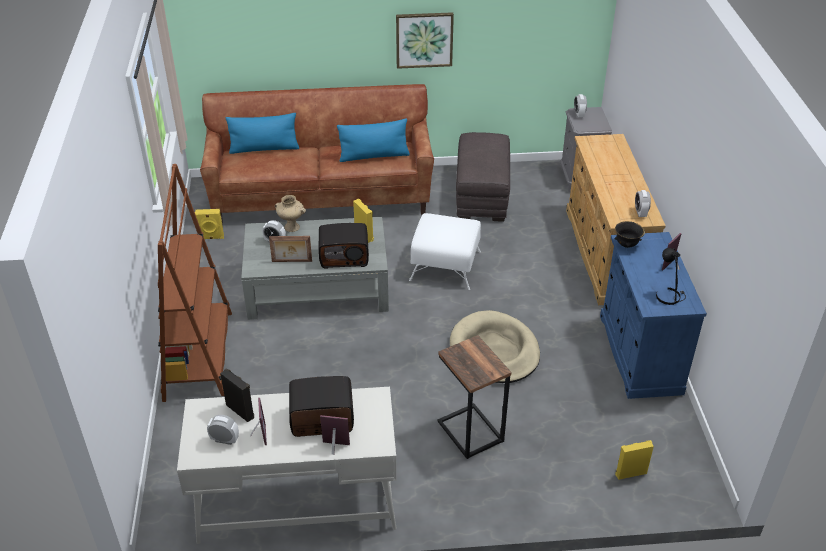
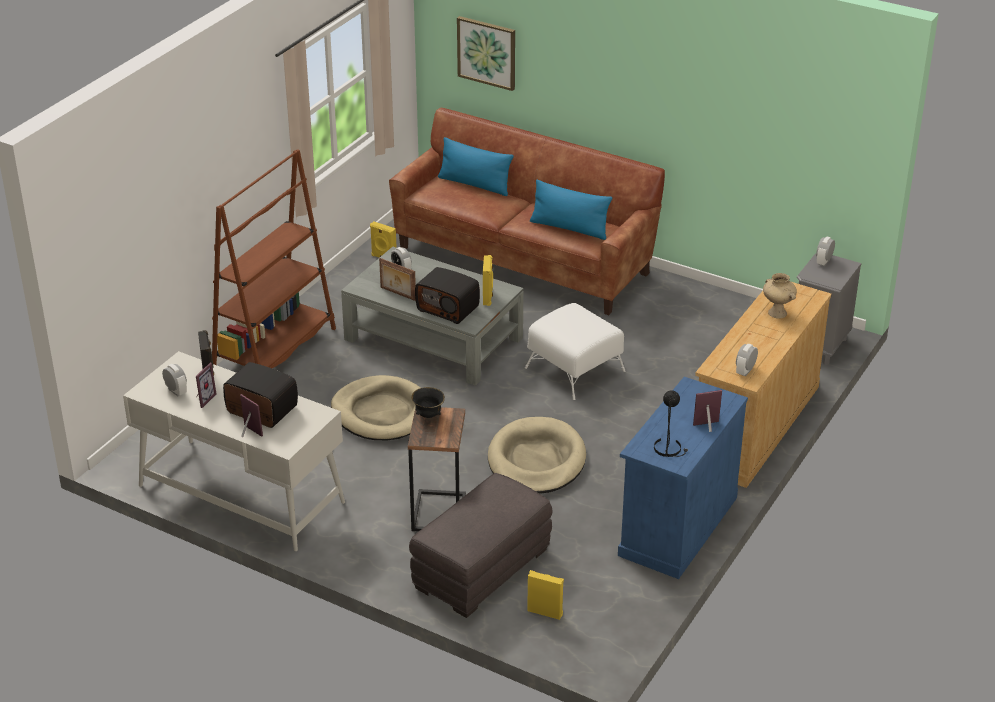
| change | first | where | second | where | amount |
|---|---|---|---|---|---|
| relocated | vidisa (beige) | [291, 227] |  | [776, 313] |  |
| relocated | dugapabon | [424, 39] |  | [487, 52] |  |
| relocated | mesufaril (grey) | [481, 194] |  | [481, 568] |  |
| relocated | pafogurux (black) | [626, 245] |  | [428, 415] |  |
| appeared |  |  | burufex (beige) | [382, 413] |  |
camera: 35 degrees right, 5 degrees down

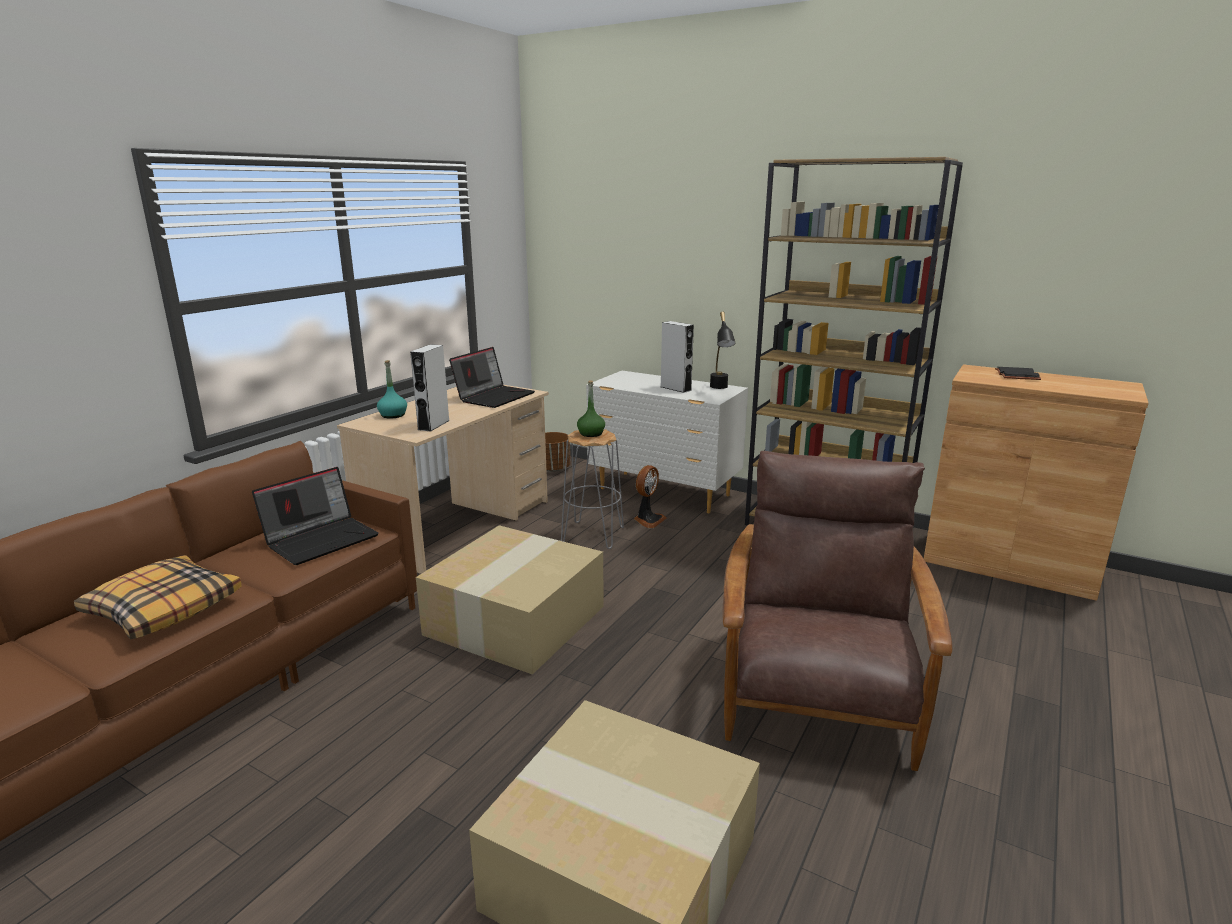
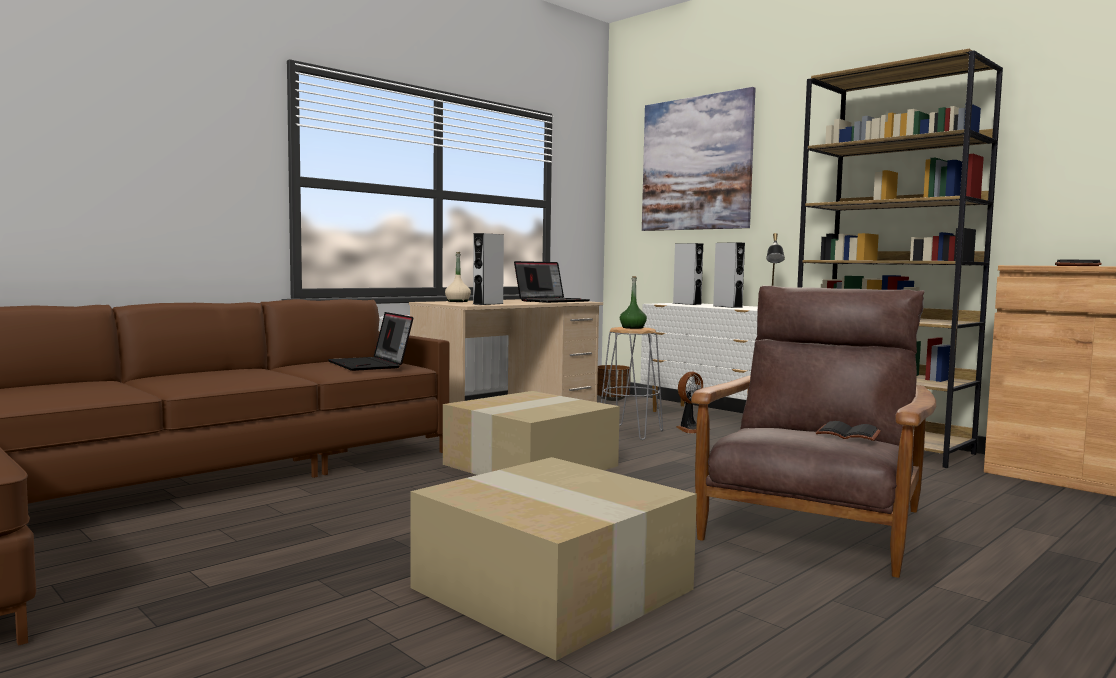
| change | first | where | second | where | amount |
|---|---|---|---|---|---|
| missing | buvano | [163, 609] |  |  |  |
| spun | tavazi | [322, 539] |  | [371, 365] | 90 degrees clockwise |
| colour | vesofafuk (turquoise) | [393, 415] | vesofafuk (beige) | [457, 301] |  |
| appeared |  |  | dugapabon | [696, 164] |  |
| appeared |  |  | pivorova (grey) | [687, 304] |  |
| appeared |  |  | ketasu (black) | [846, 434] |  |
camera: 15 degrees right, 15 degrees down

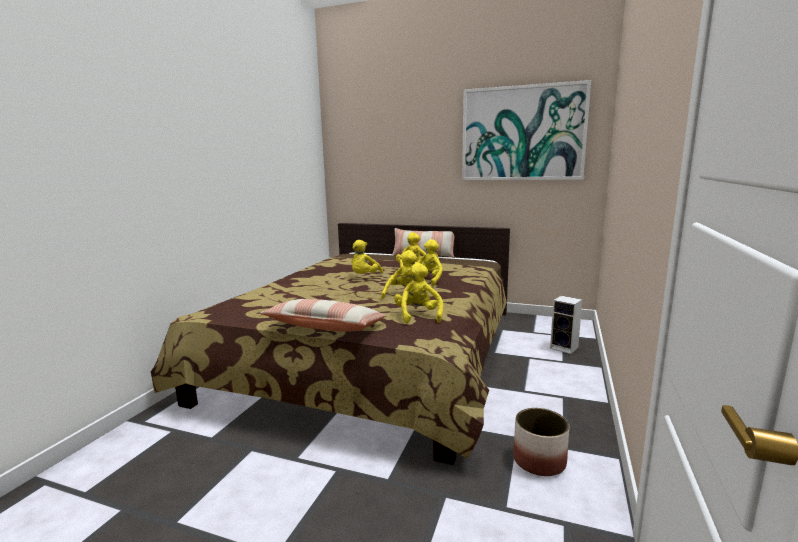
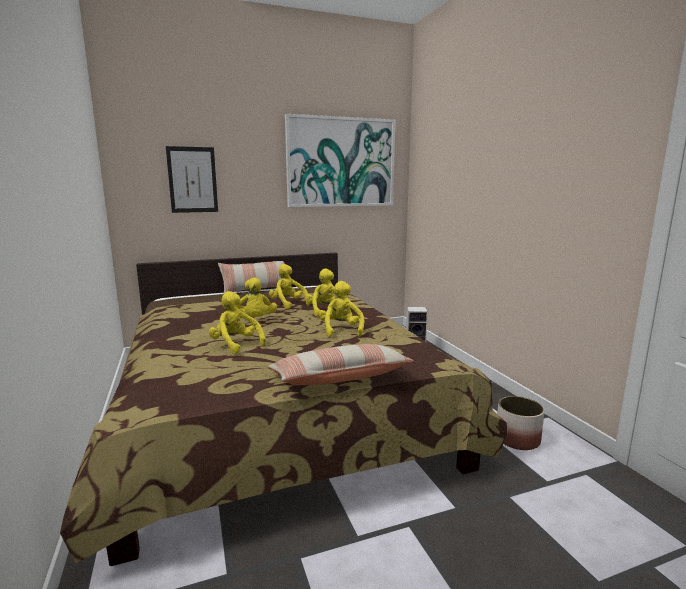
| change | first | where | second | where | amount |
|---|---|---|---|---|---|
| relocated | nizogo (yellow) | [418, 315] |  | [236, 345] |  |
| appeared |  |  | dugapabon | [192, 180] |  |
camera: 40 degrees left, 0 degrees up

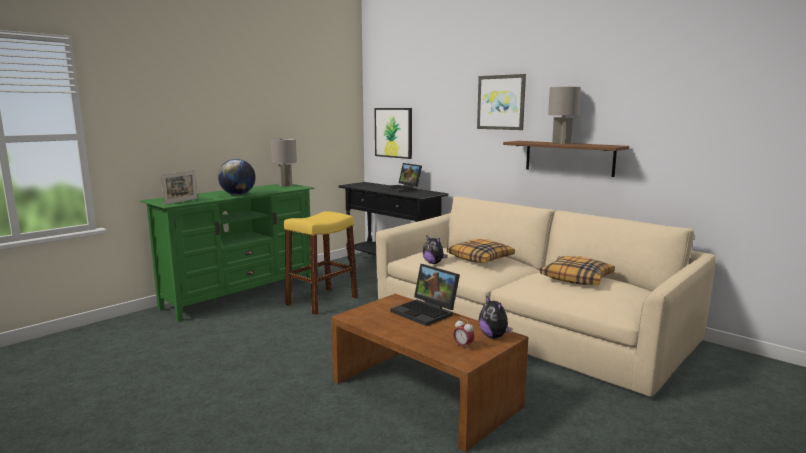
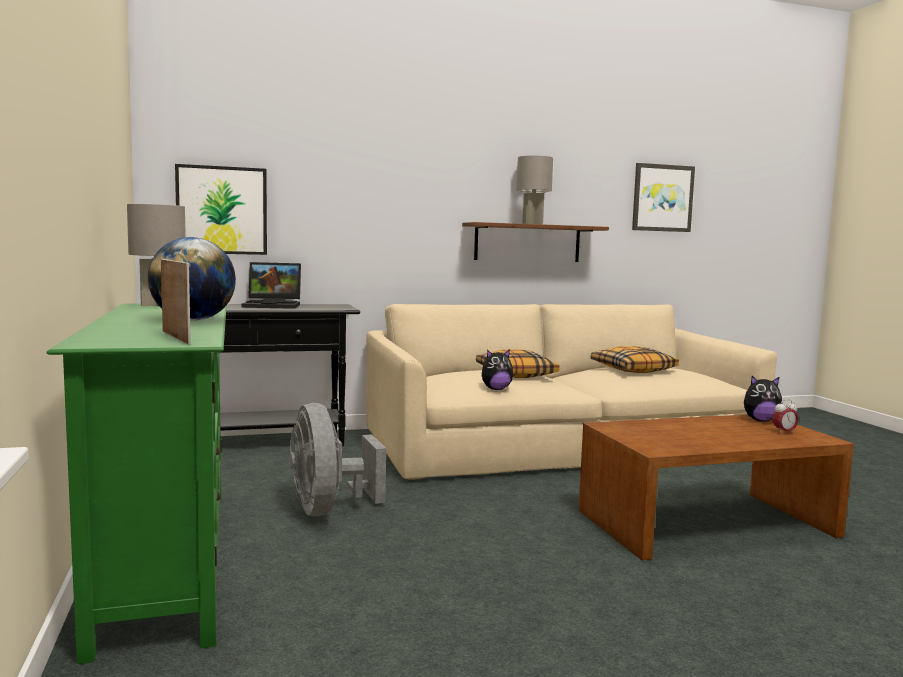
| change | first | where | second | where | amount |
|---|---|---|---|---|---|
| exchanged | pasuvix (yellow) | [322, 301] | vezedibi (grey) | [328, 509] |  |
| missing | tavazi | [426, 312] |  |  |  |
| relocated | dugapabon | [501, 102] |  | [662, 198] |  |
camera: 60 degrees left, 5 degrees down

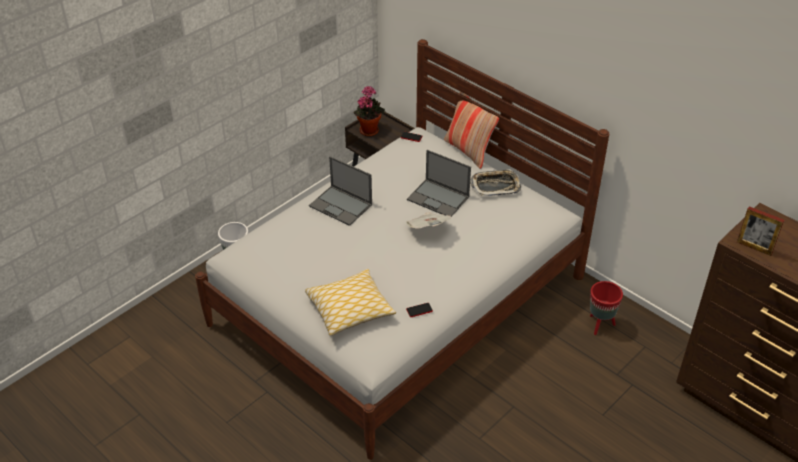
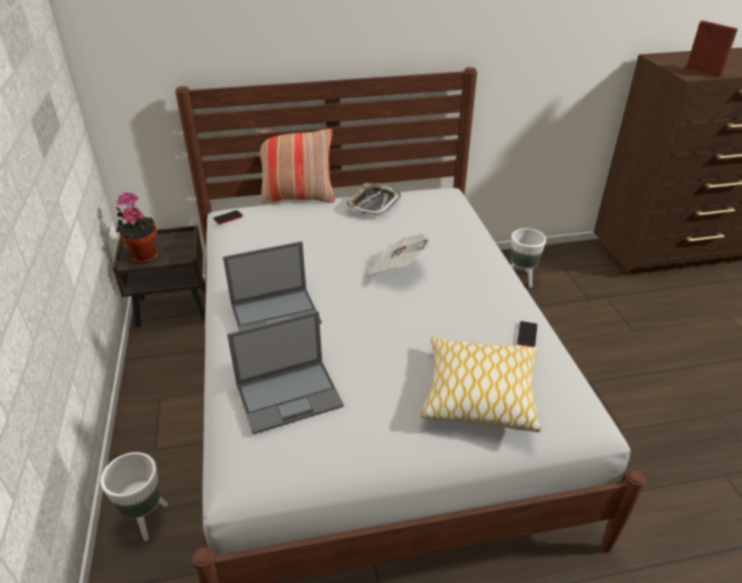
| change | first | where | second | where | amount |
|---|---|---|---|---|---|
| relocated | tavazi | [439, 198] |  | [290, 395] |  |
| colour | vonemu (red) | [600, 325] | vonemu (white) | [521, 279] |  |
| spun | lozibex | [754, 247] |  | [703, 72] | 105 degrees counterclockwise |
camera: 55 degrees left, 5 degrees down

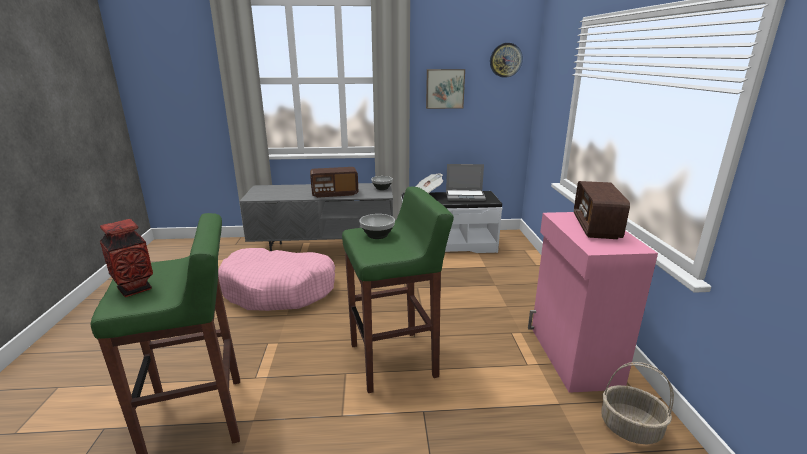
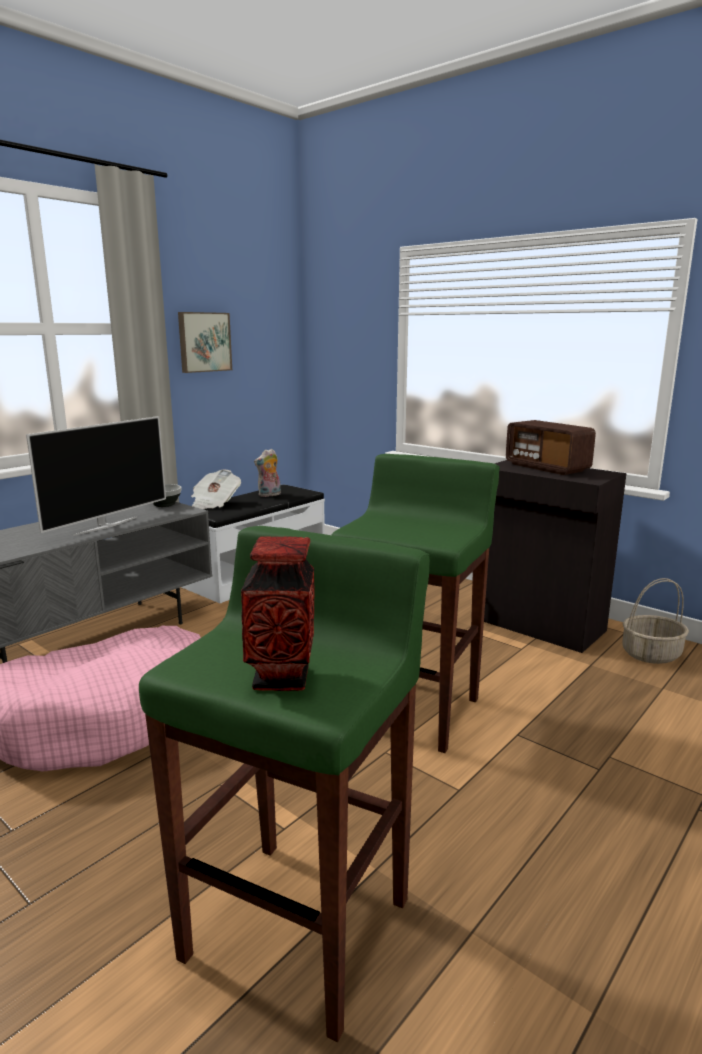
| change | first | where | second | where | amount |
|---|---|---|---|---|---|
| exchanged | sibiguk | [335, 193] | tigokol | [105, 526] |  |
| missing | pafogurux | [378, 235] |  |  |  |
| exchanged | tavazi | [465, 196] | nizogo | [269, 495] |  |
| missing | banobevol | [505, 60] |  |  |  |
| colour | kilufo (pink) | [572, 356] | kilufo (black) | [538, 625] |  |
camera: 45 degrees left, 5 degrees down

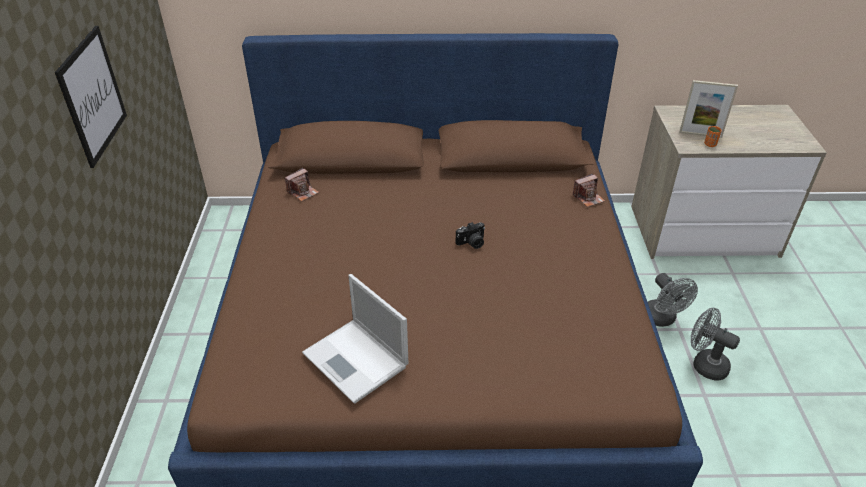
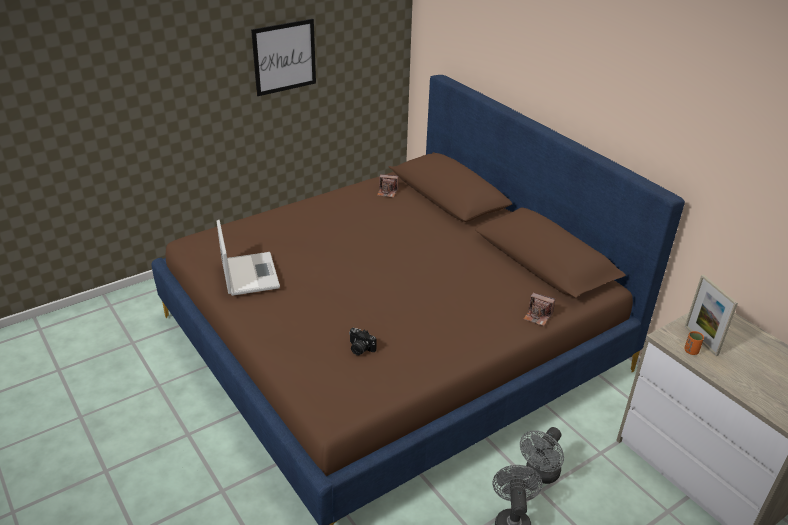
| change | first | where | second | where | amount |
|---|---|---|---|---|---|
| spun | tavazi | [357, 361] |  | [249, 273] | 150 degrees clockwise |
| relocated | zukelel | [471, 243] |  | [360, 349] |  |
camera: 55 degrees right, 5 degrees down

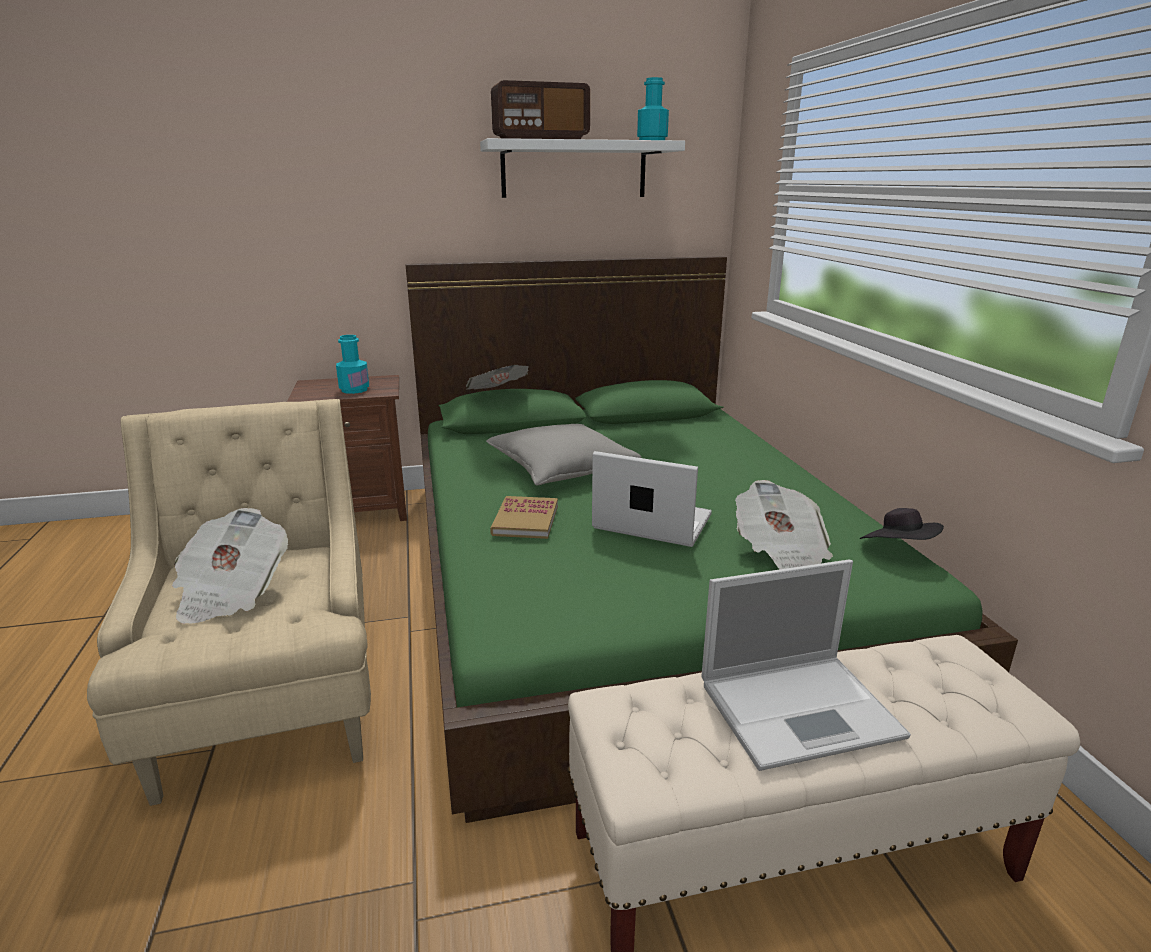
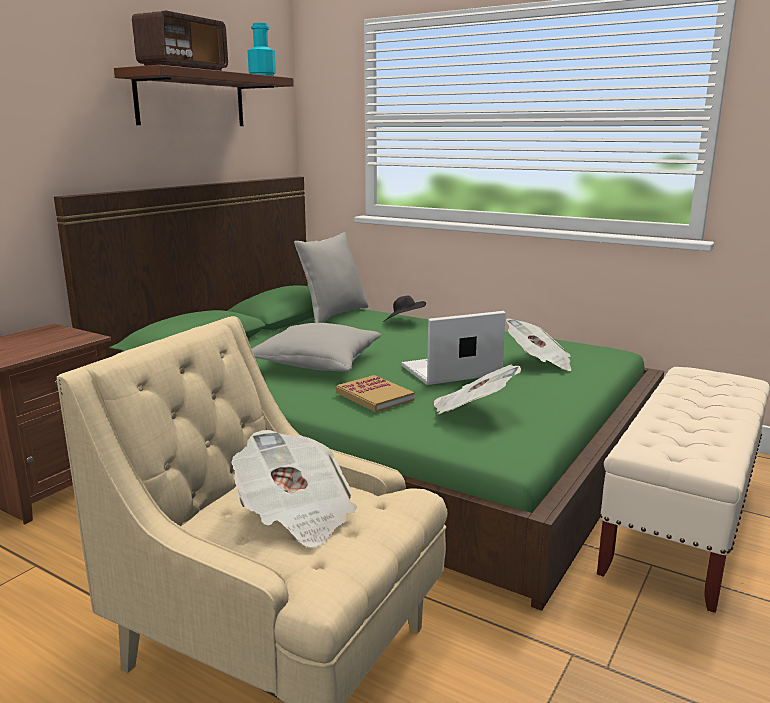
| change | first | where | second | where | amount |
|---|---|---|---|---|---|
| missing | vesofafuk (turquoise) | [354, 390] |  |  |  |
| relocated | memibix | [497, 395] |  | [472, 411] |  |
| colour | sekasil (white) | [574, 170] | sekasil (brown) | [191, 100] |  |
| missing | tavazi | [802, 708] |  |  |  |
| relocated | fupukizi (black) | [898, 550] |  | [404, 322] |  |
| appeared |  |  | buvano (grey) | [333, 314] |  |
camera: 45 degrees left, 5 degrees down

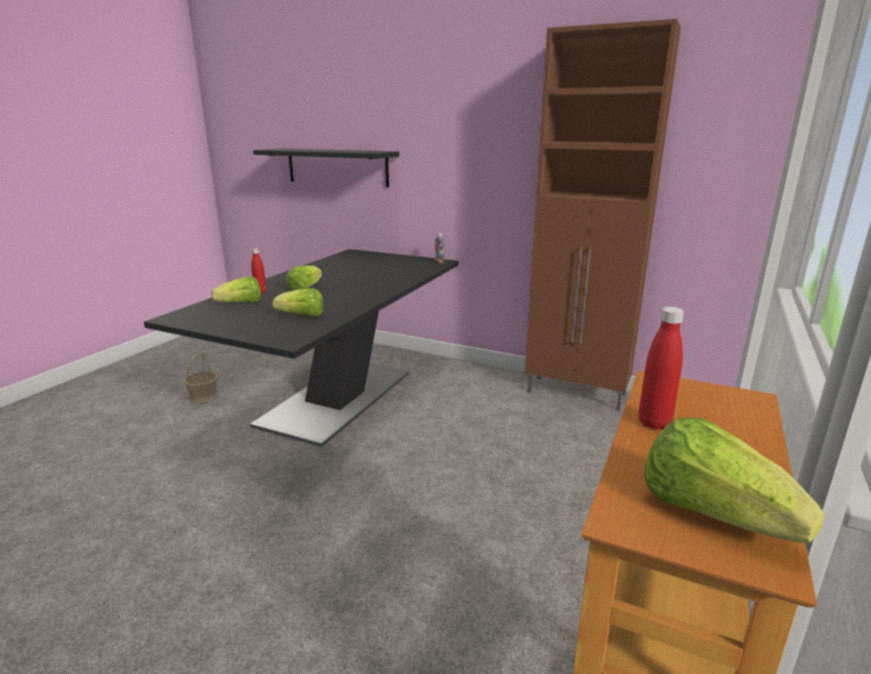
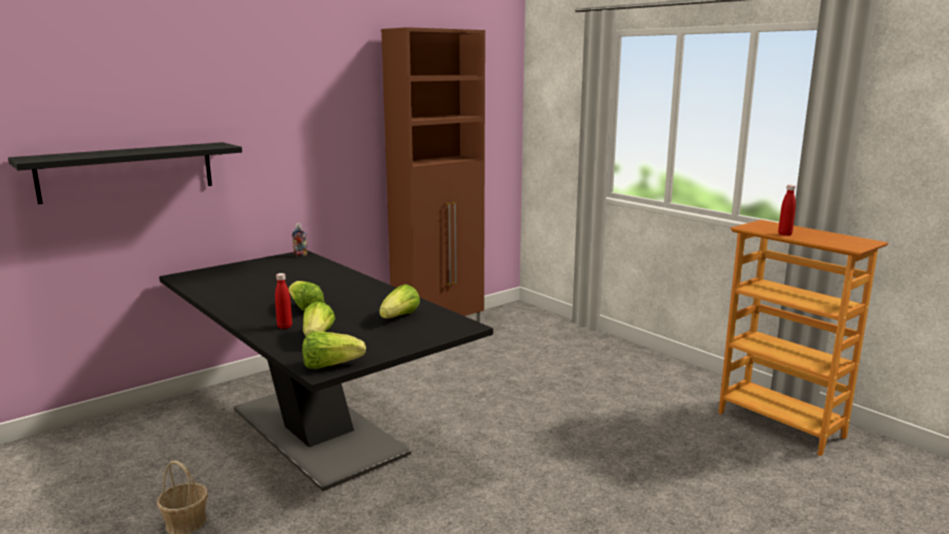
| change | first | where | second | where | amount |
|---|---|---|---|---|---|
| relocated | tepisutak | [712, 513] |  | [330, 365] |  |
camera: 65 degrees left, 5 degrees down

